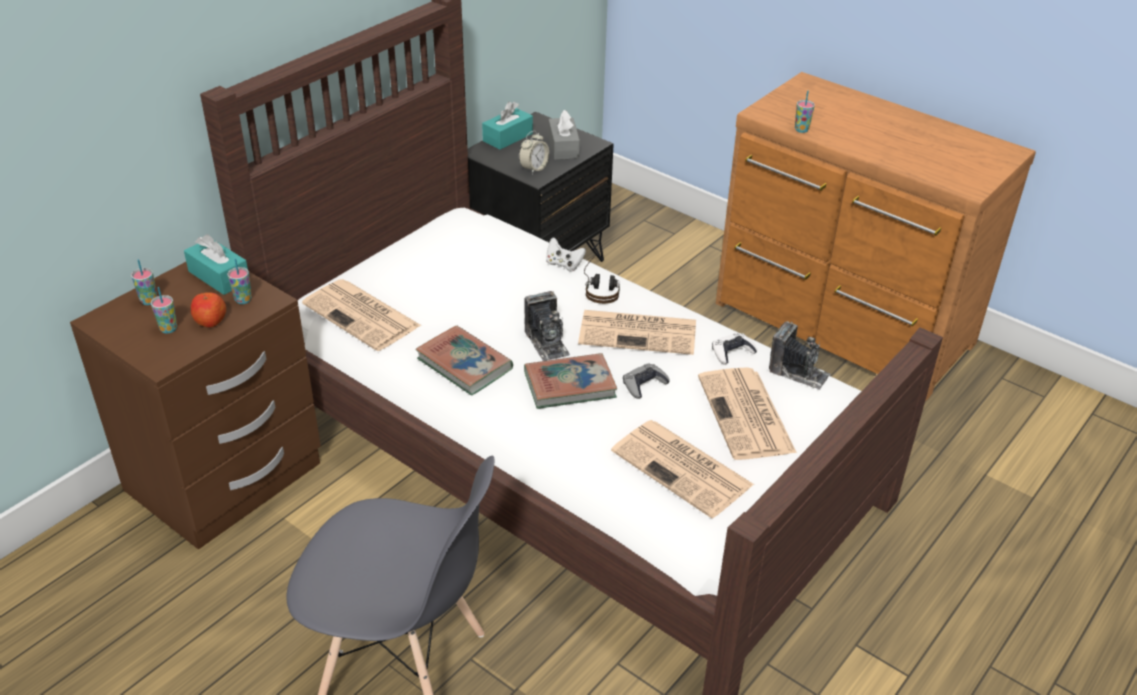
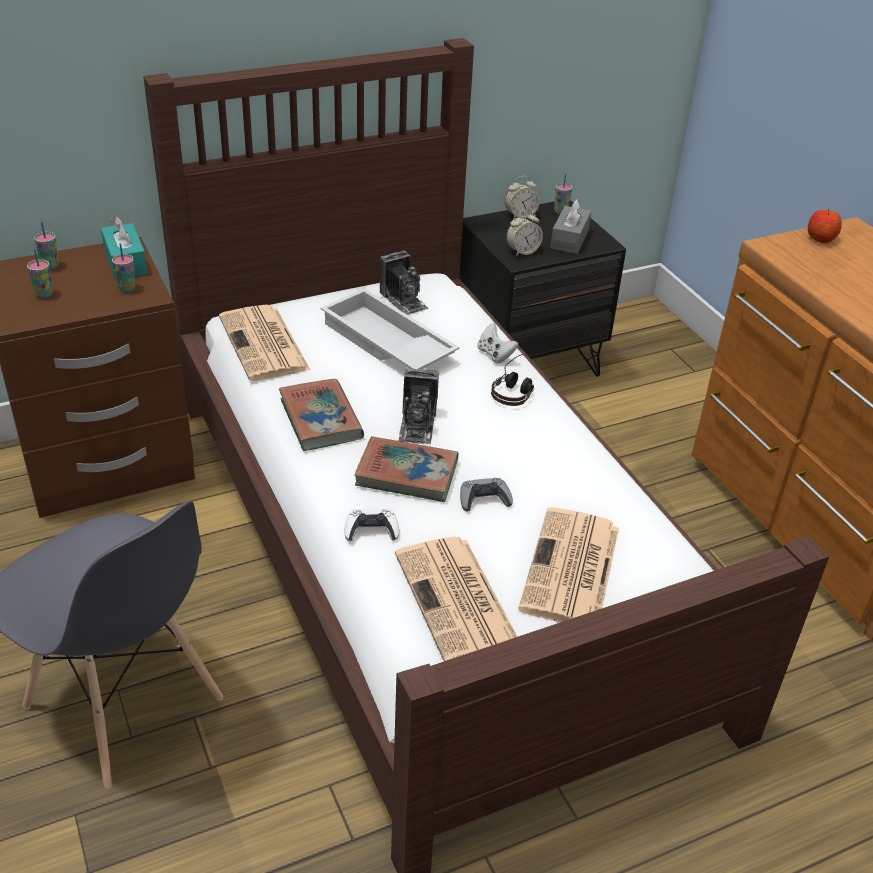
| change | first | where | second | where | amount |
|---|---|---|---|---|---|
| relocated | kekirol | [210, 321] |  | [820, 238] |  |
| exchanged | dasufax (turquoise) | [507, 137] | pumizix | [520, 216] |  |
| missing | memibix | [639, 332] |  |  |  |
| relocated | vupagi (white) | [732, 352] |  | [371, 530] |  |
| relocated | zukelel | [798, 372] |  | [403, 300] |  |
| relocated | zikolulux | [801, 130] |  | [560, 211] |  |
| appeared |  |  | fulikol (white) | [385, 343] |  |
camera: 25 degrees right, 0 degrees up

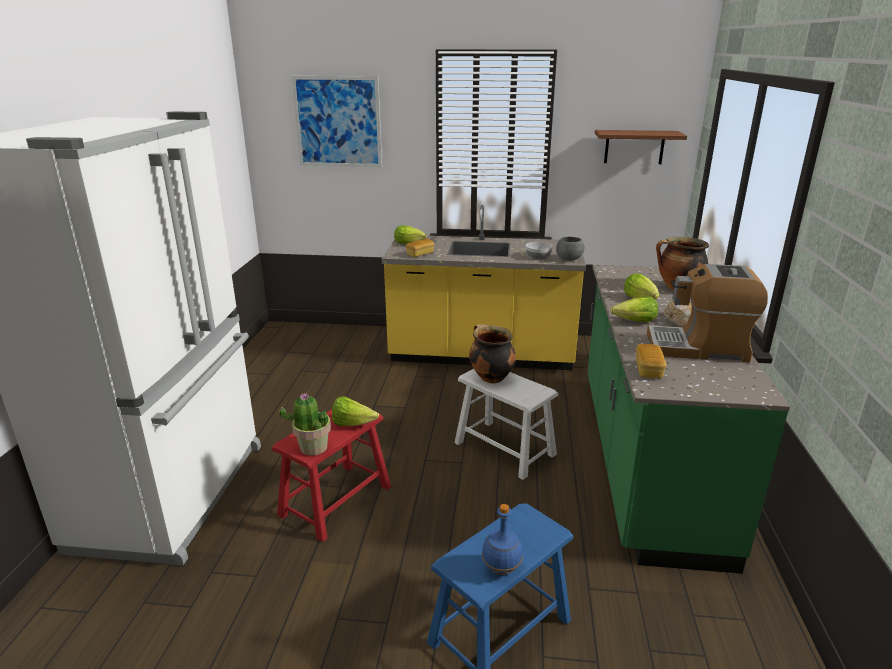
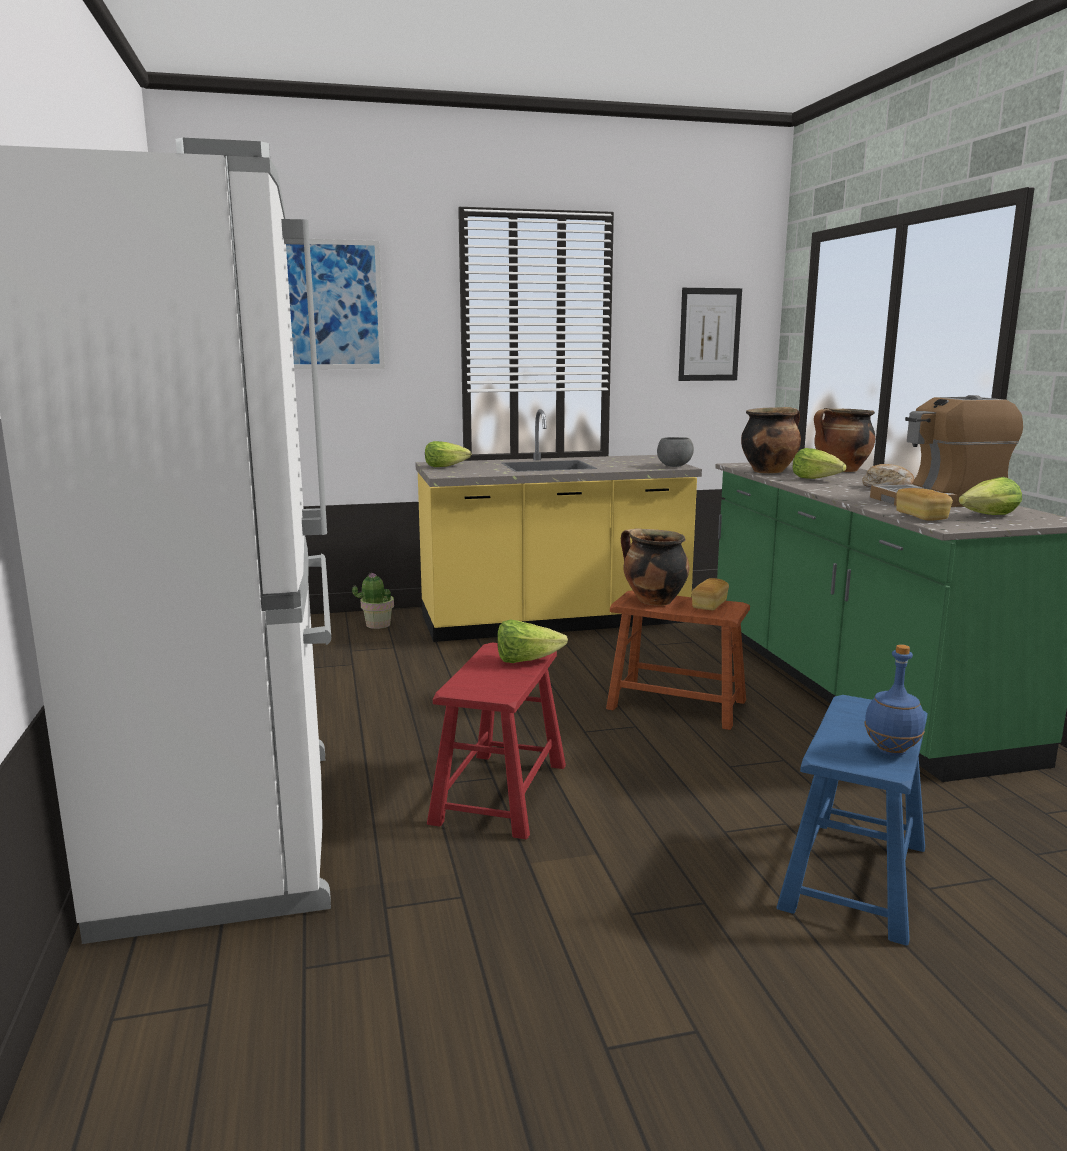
| change | first | where | second | where | amount |
|---|---|---|---|---|---|
| relocated | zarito | [313, 447] |  | [377, 625] |  |
| relocated | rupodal | [420, 254] |  | [709, 605] |  |
| colour | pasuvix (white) | [504, 448] | pasuvix (brown) | [676, 704] |  |
| missing | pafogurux | [537, 257] |  |  |  |
| exchanged | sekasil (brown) | [634, 147] | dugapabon | [709, 334] |  |
| relocated | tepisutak | [635, 322] |  | [989, 516] |  |
| appeared |  |  | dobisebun | [769, 471] |  |
camera: 20 degrees left, 10 degrees down

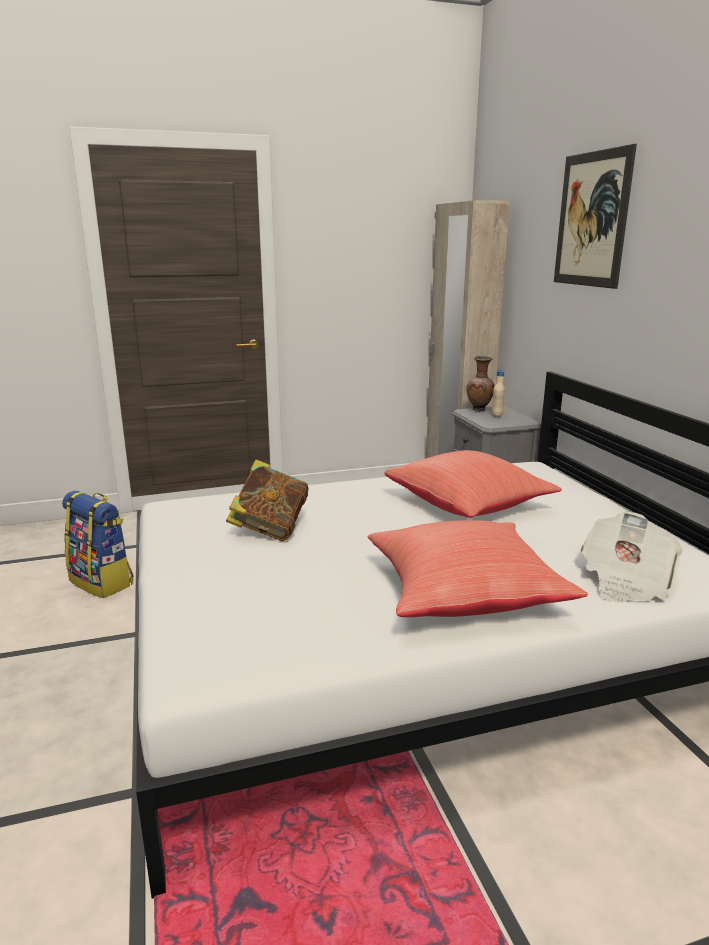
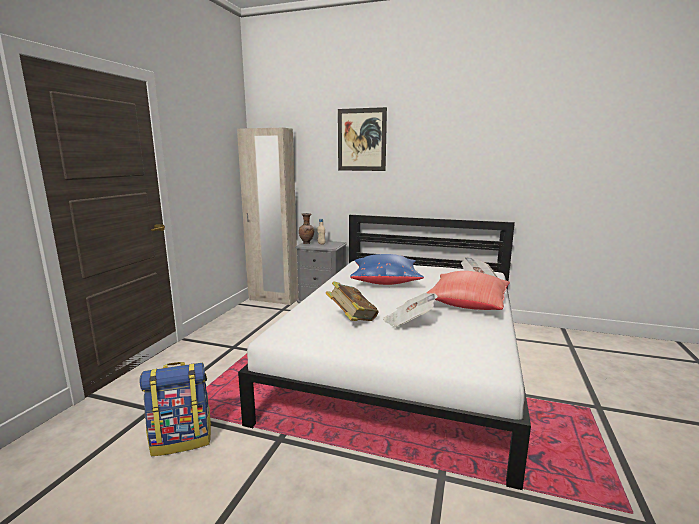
| change | first | where | second | where | amount |
|---|---|---|---|---|---|
| colour | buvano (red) | [469, 506] | buvano (blue) | [385, 281] |  |
| appeared |  |  | memibix | [408, 322] |  |
camera: 55 degrees left, 5 degrees down

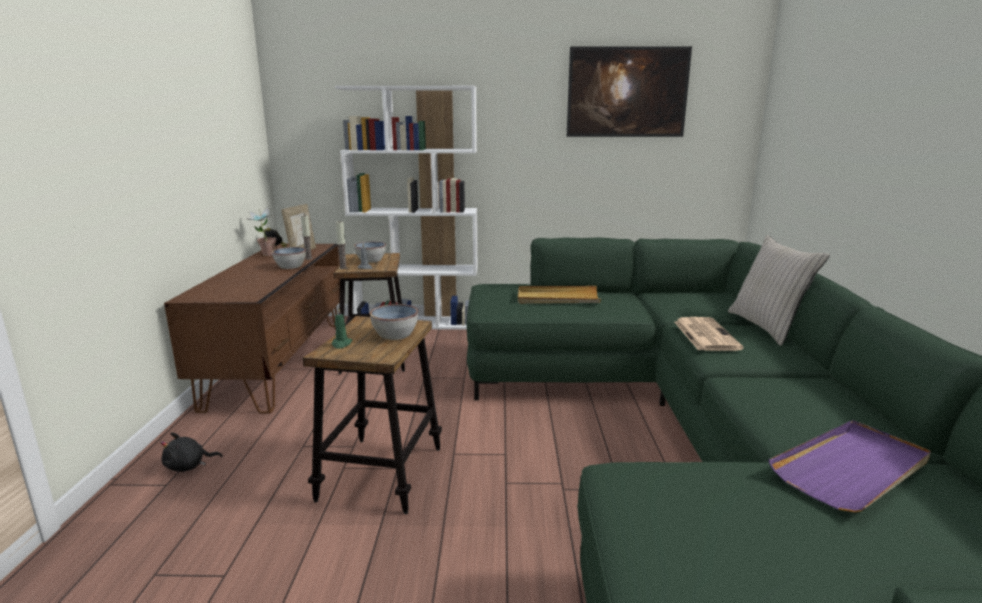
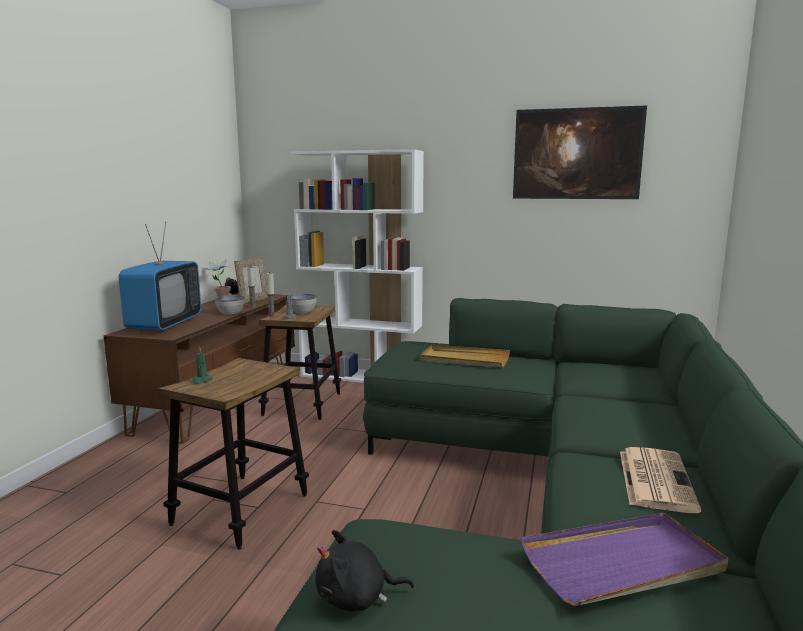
| change | first | where | second | where | amount |
|---|---|---|---|---|---|
| relocated | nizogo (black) | [188, 466] |  | [357, 598] |  |
| missing | pafogurux | [394, 335] |  |  |  |
| relocated | memibix | [705, 334] |  | [654, 479] |  |
| missing | buvano (beige) | [767, 327] |  |  |  |
| appeared |  |  | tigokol | [165, 324] |  |
camera: 15 degrees right, 5 degrees down

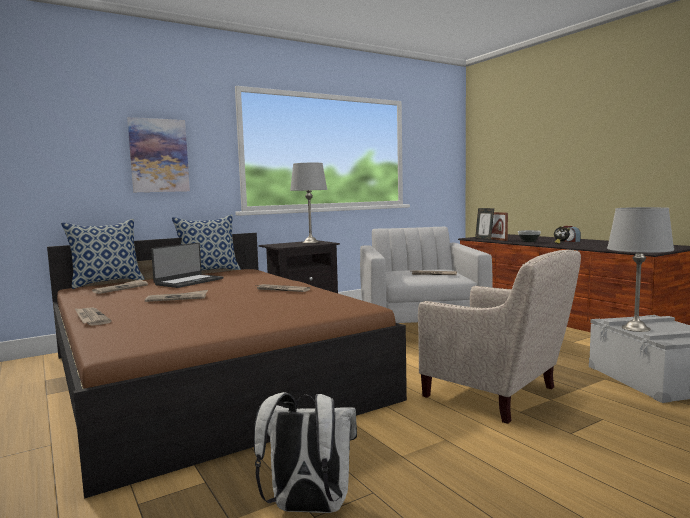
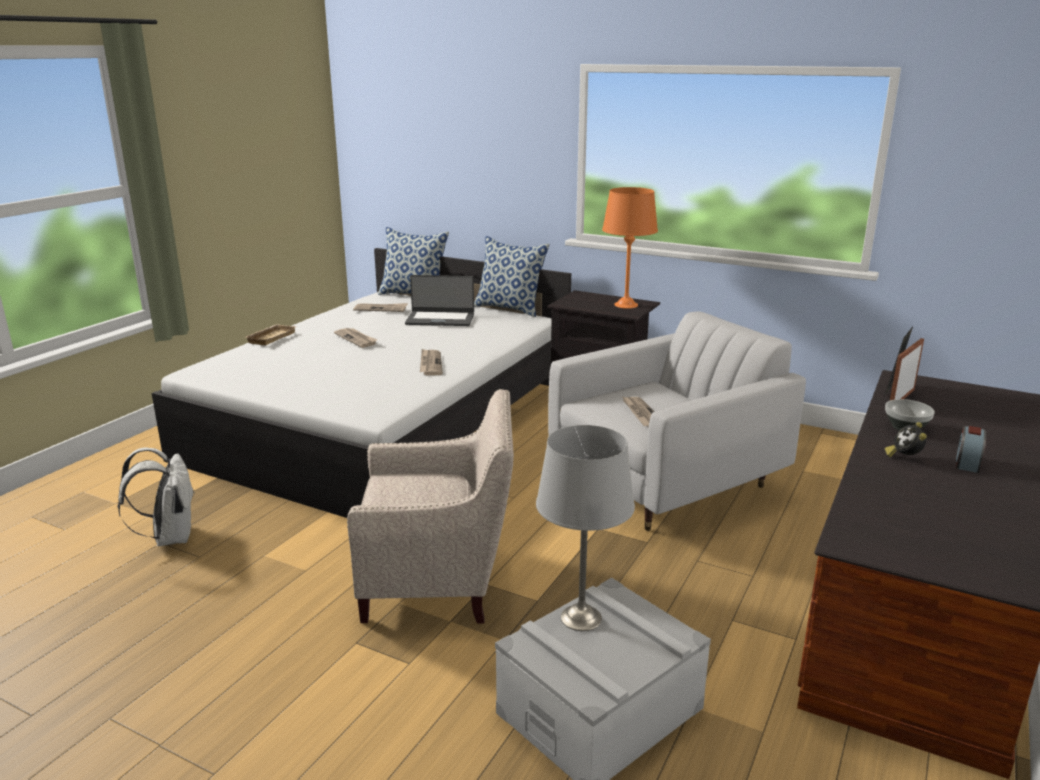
| change | first | where | second | where | amount |
|---|---|---|---|---|---|
| colour | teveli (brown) | [206, 376] | teveli (white) | [385, 421] |  |
| exchanged | memibix | [91, 318] | fulikol (beige) | [270, 337] |  |
| missing | dugapabon | [159, 155] |  |  |  |
| colour | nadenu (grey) | [310, 242] | nadenu (orange) | [626, 305] |  |
| spun | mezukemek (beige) | [497, 395] |  | [439, 582] | 105 degrees counterclockwise |
camera: 60 degrees right, 15 degrees up

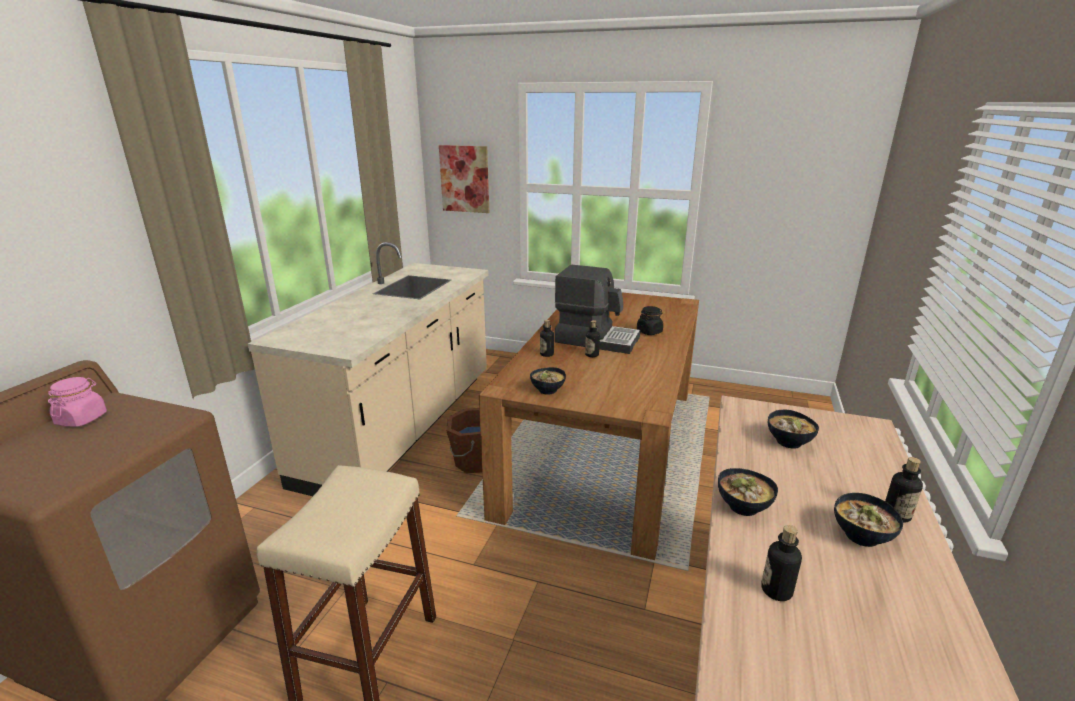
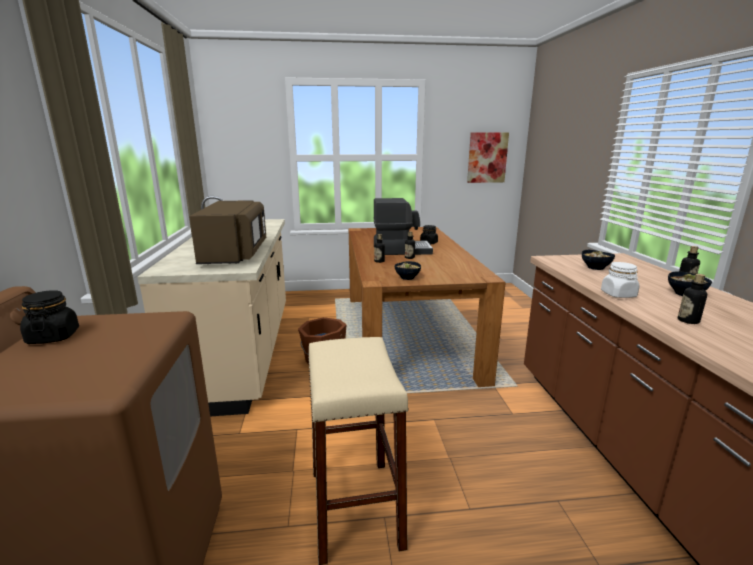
| change | first | where | second | where | amount |
|---|---|---|---|---|---|
| colour | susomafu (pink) | [82, 419] | susomafu (black) | [53, 337] |  |
| relocated | dugapabon | [465, 179] |  | [487, 157] |  |
| exchanged | pafogurux | [742, 506] | susomafu (white) | [618, 294] |  |
| appeared |  |  | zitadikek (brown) | [235, 254] |  |
camera: 25 degrees left, 5 degrees down

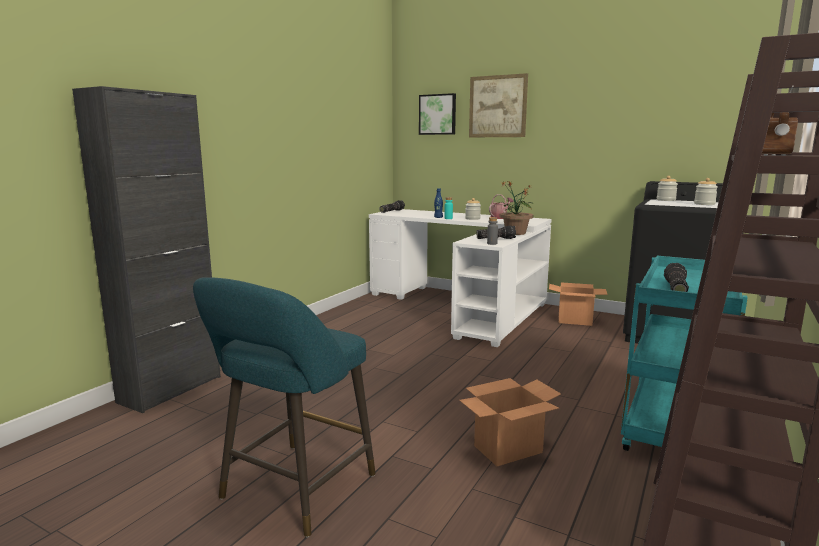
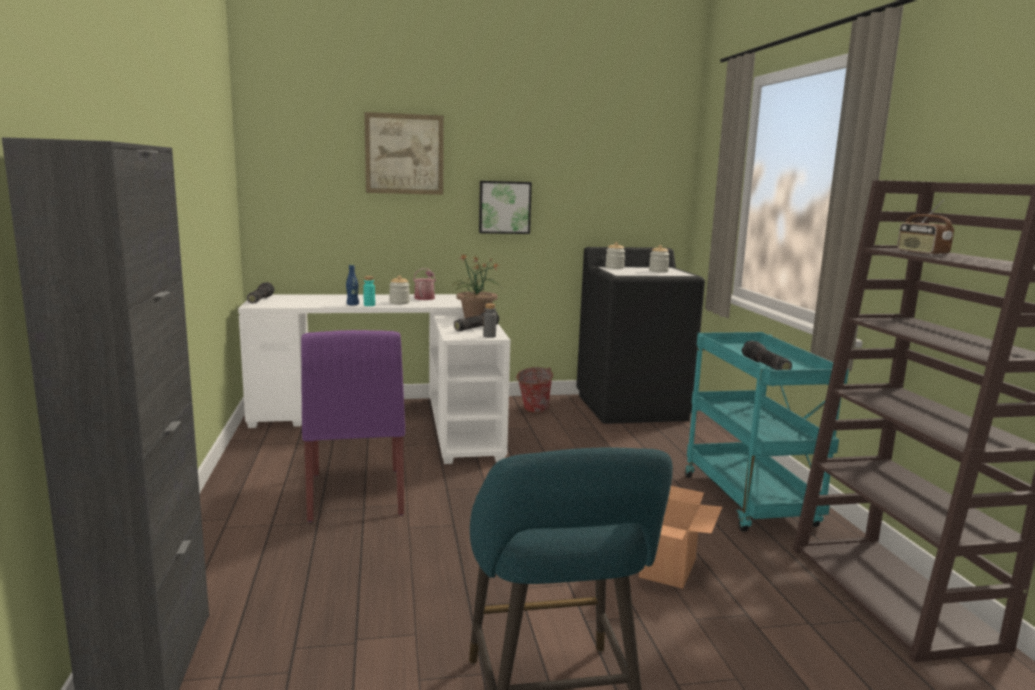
| change | first | where | second | where | amount |
|---|---|---|---|---|---|
| relocated | dugapabon | [438, 114] |  | [504, 207] |  |
| exchanged | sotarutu | [575, 320] | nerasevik | [532, 411] |  |
| appeared |  |  | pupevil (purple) | [356, 495] |  |
camera: 40 degrees left, 0 degrees up

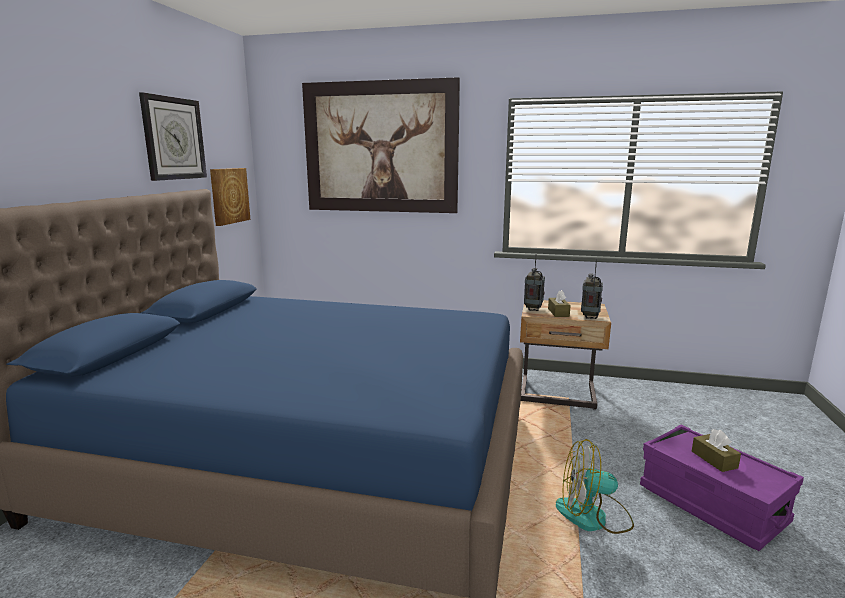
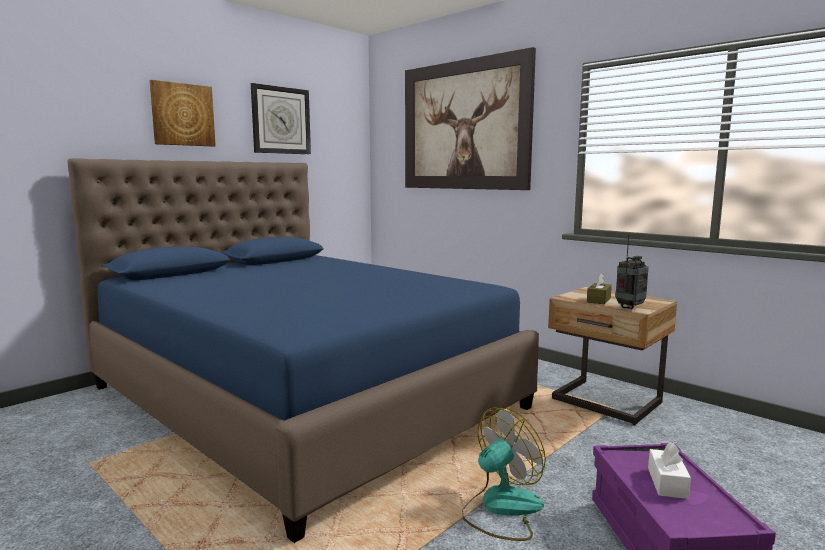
| change | first | where | second | where | amount |
|---|---|---|---|---|---|
| relocated | dugapabon | [229, 195] |  | [182, 115] |  |
| missing | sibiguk | [533, 309] |  |  |  |
| spun | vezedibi | [593, 516] |  | [501, 508] | 105 degrees clockwise |
| colour | dasufax (brown) | [714, 459] | dasufax (white) | [667, 483] |  |
camera: 30 degrees right, 5 degrees down

